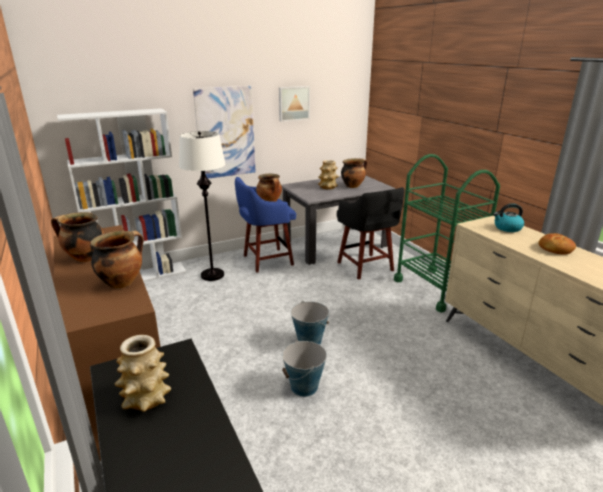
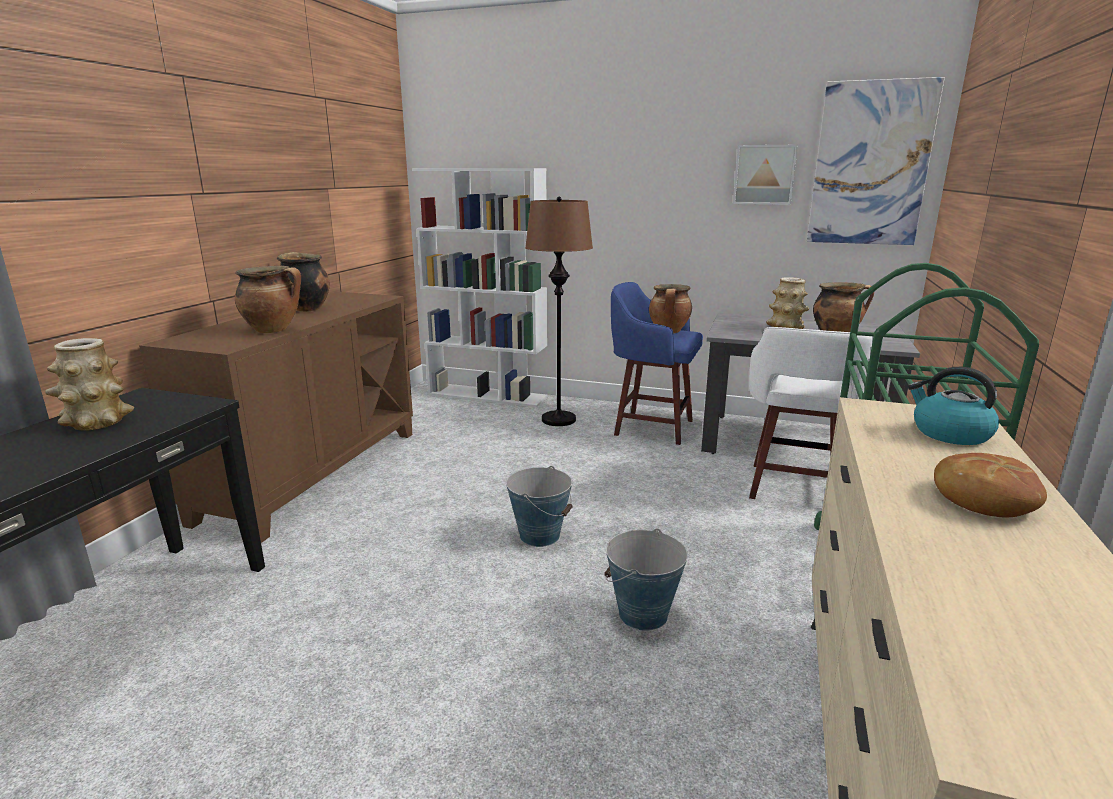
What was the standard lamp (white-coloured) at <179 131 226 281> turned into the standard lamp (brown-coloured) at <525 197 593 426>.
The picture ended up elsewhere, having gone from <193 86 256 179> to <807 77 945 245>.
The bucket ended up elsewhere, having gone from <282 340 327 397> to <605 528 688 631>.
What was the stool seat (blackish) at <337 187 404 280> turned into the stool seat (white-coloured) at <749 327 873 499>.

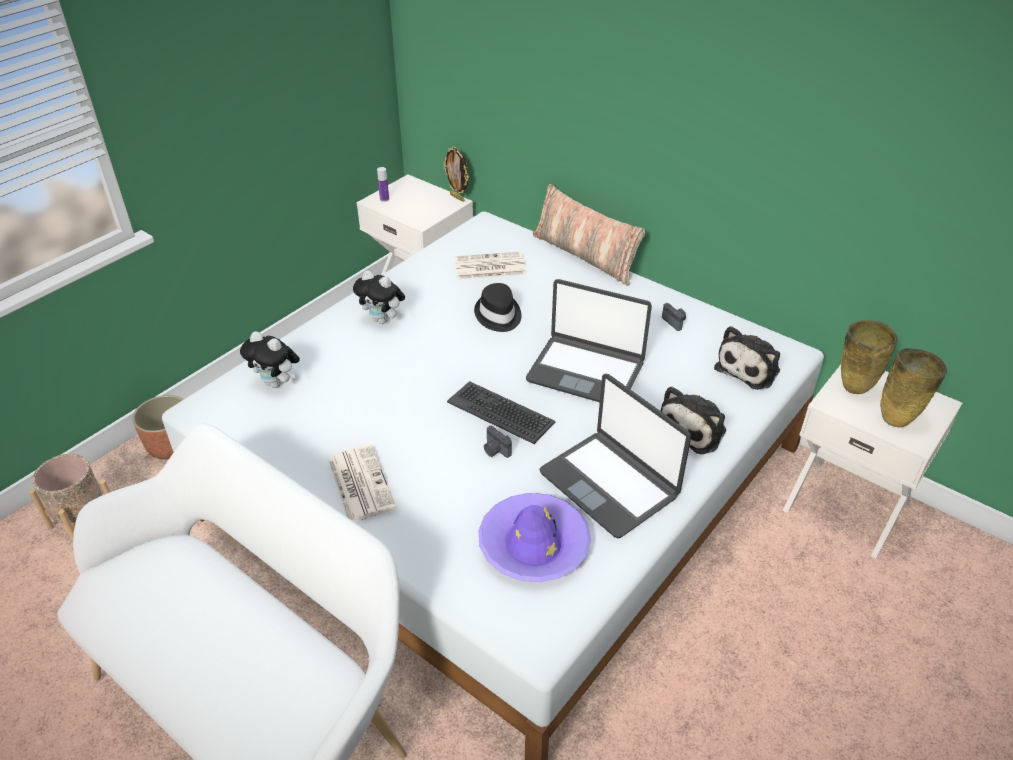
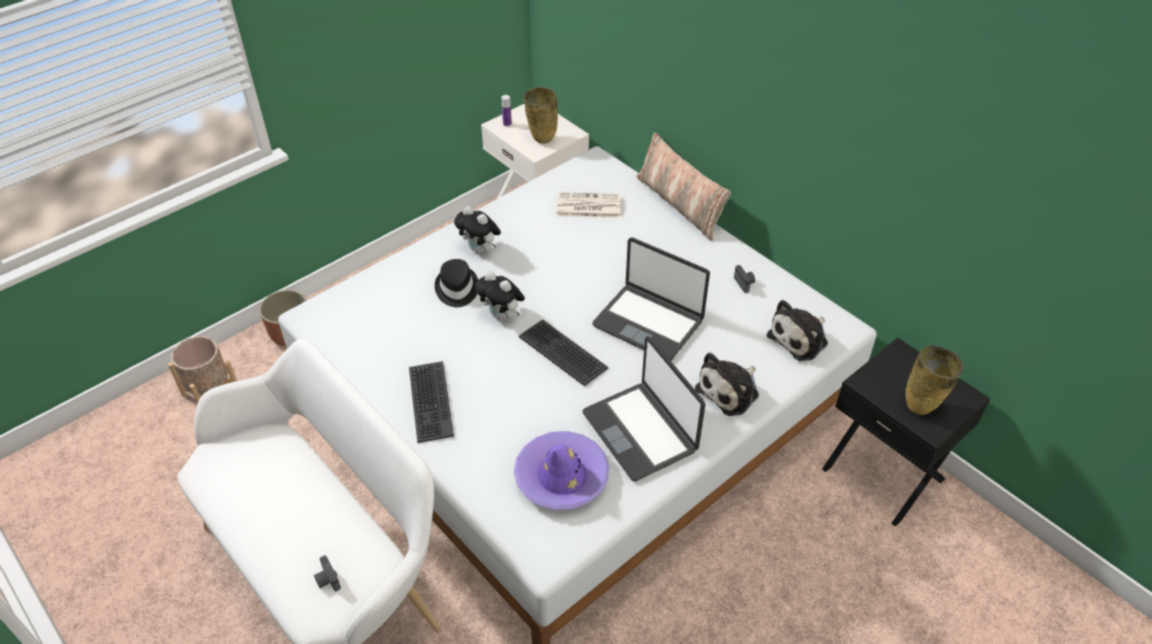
The soft toy ended up elsewhere, having gone from <240 331 300 388> to <475 271 525 321>.
Where the printed paper stood at <328 445 397 522>, the PC keyboard came to stand at <409 361 454 443>.
The second view lost the picture frame at <443 146 469 202>.
The clothing hat (blackish) ended up elsewhere, having gone from <474 283 521 332> to <435 259 478 307>.
The photo camera ended up elsewhere, having gone from <484 426 512 458> to <314 555 341 591>.
What was the night table (white-coloured) at <783 365 962 558> turned into the night table (blackish) at <822 338 990 527>.
The decorative vase (sand-coloured) ended up elsewhere, having gone from <841 320 898 394> to <523 87 558 144>.

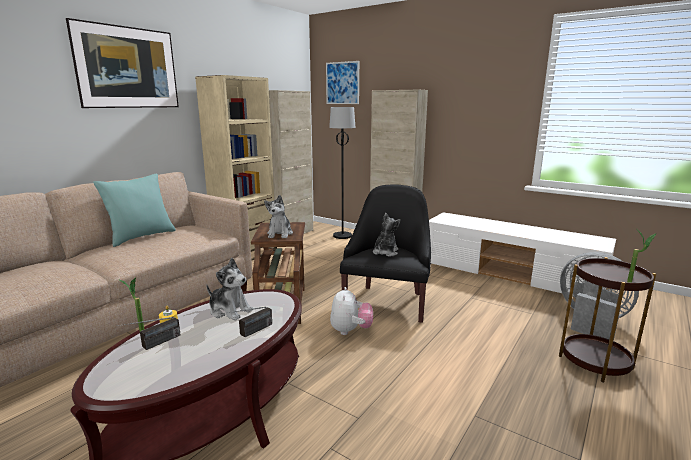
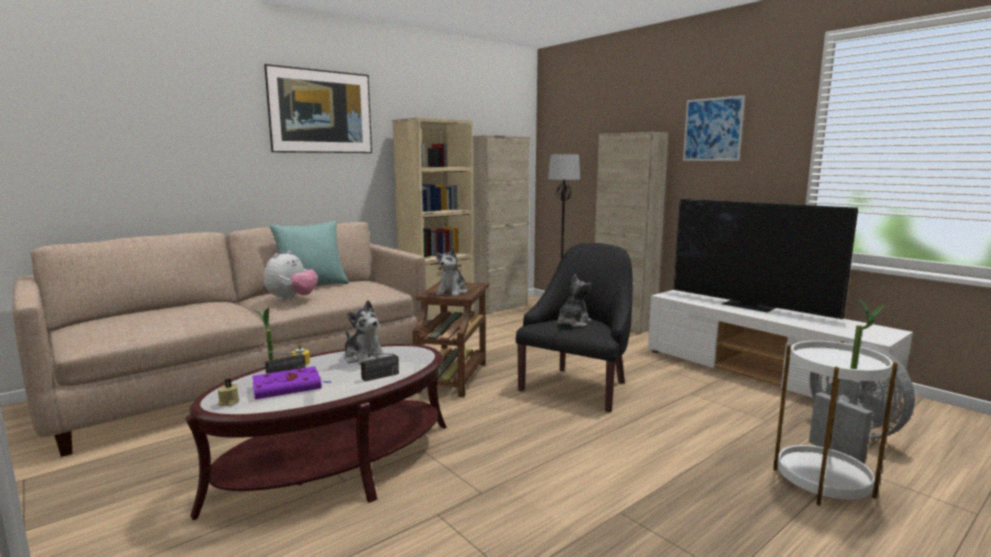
The picture ended up elsewhere, having gone from <326 61 359 104> to <683 95 745 161>.
The soft toy ended up elsewhere, having gone from <330 287 373 335> to <264 250 318 301>.
What was the accent table (brown-coloured) at <559 257 656 382> turned into the accent table (white-coloured) at <773 341 898 506>.
The second view gained the wax candle (sand-coloured) at <218 379 239 406>.
The second view gained the book (purple-coloured) at <252 366 331 399>.
The second view gained the television at <673 199 858 319>.

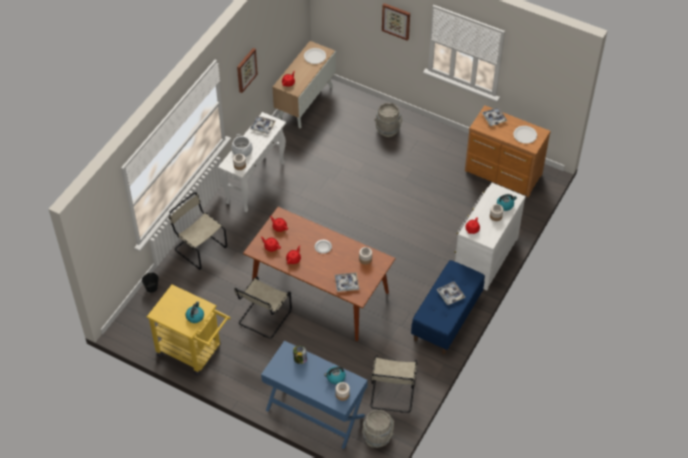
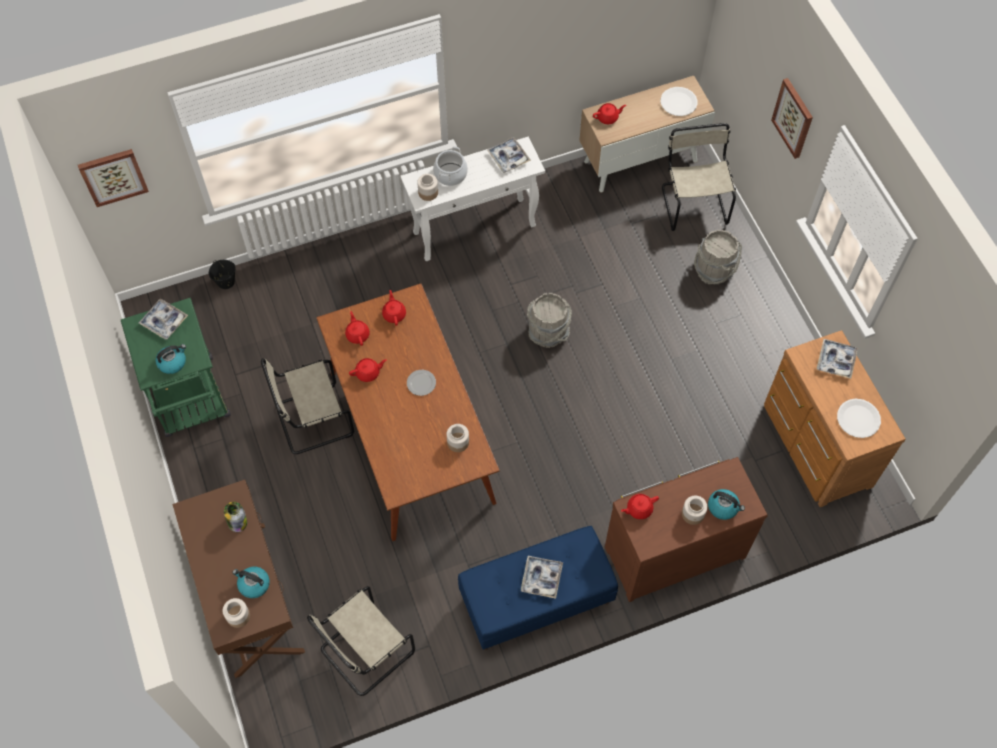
What was the trolley (yellow-coloured) at <146 285 231 376> turned into the trolley (green-coloured) at <120 298 231 437>.
The upright chair (sand-coloured) ended up elsewhere, having gone from <169 192 227 270> to <662 123 736 231>.
The picture ended up elsewhere, having gone from <237 48 258 93> to <78 149 149 207>.
What was the narrow table (blue-coloured) at <261 340 368 449> turned into the narrow table (brown-coloured) at <172 480 305 678>.
The serving tray ended up elsewhere, having gone from <335 272 359 292> to <139 299 188 340>.
The bucket (gray) ended up elsewhere, having gone from <362 410 394 448> to <527 293 572 348>.
What was the drawer chest (white-coloured) at <455 183 526 290> turned into the drawer chest (brown-coloured) at <605 457 768 602>.

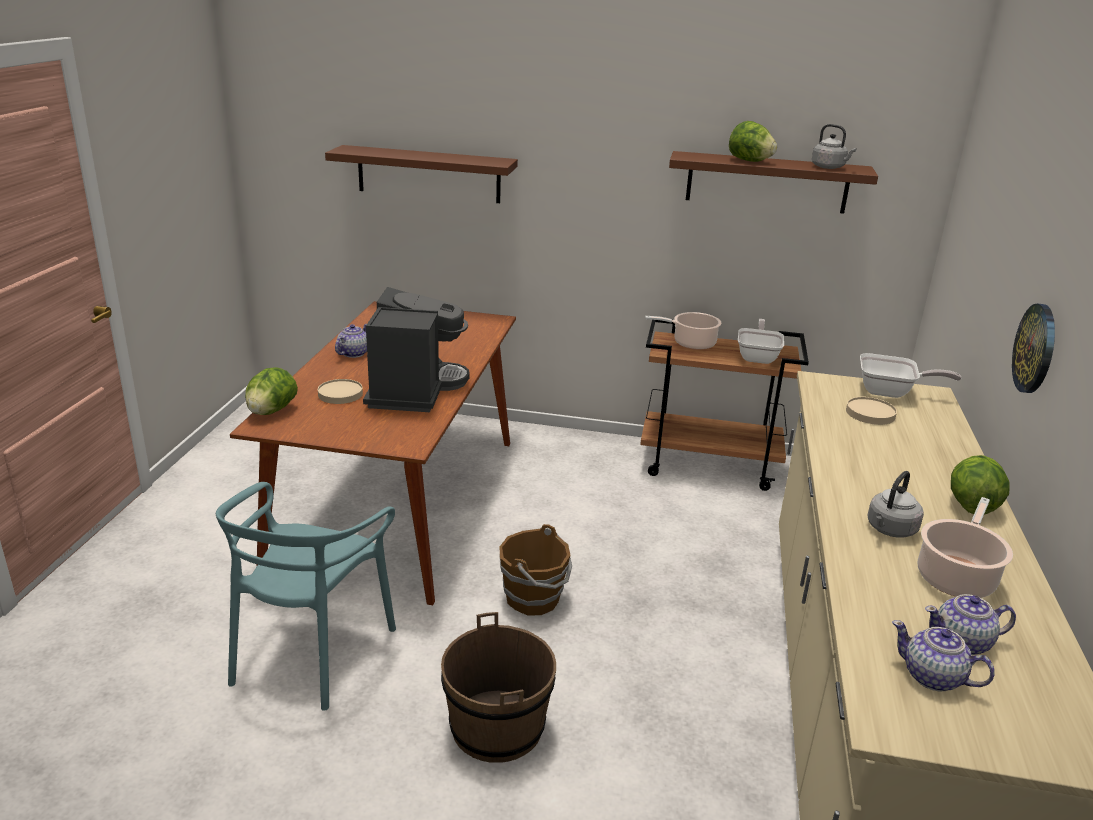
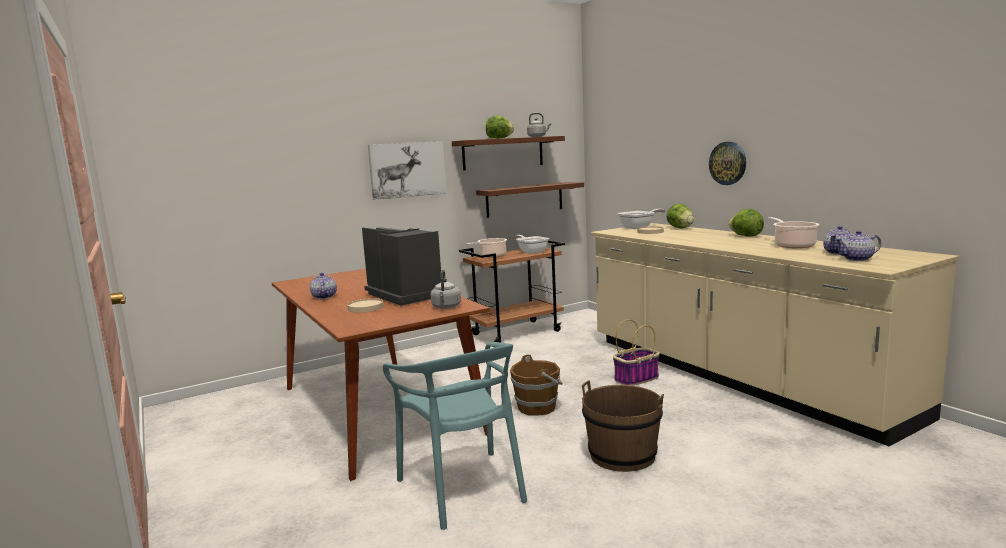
The lettuce ended up elsewhere, having gone from <245 367 298 415> to <666 203 694 229>.
The shelf (brown-coloured) ended up elsewhere, having gone from <325 145 518 203> to <476 182 584 218>.
The water kettle (gray) ended up elsewhere, having gone from <868 471 924 538> to <431 270 461 309>.
The second view gained the picture at <368 141 447 200>.
The second view gained the household basket at <613 319 660 386>.

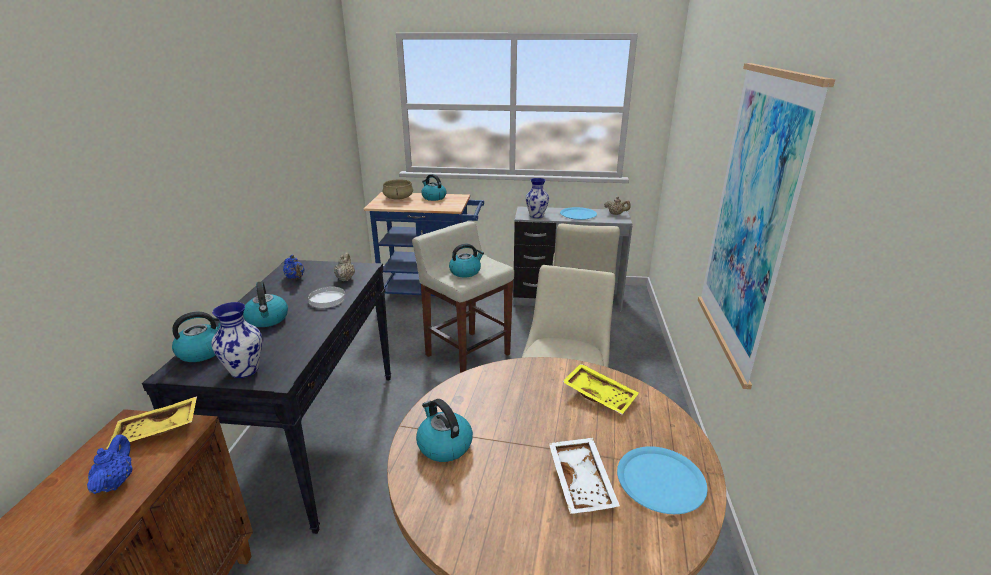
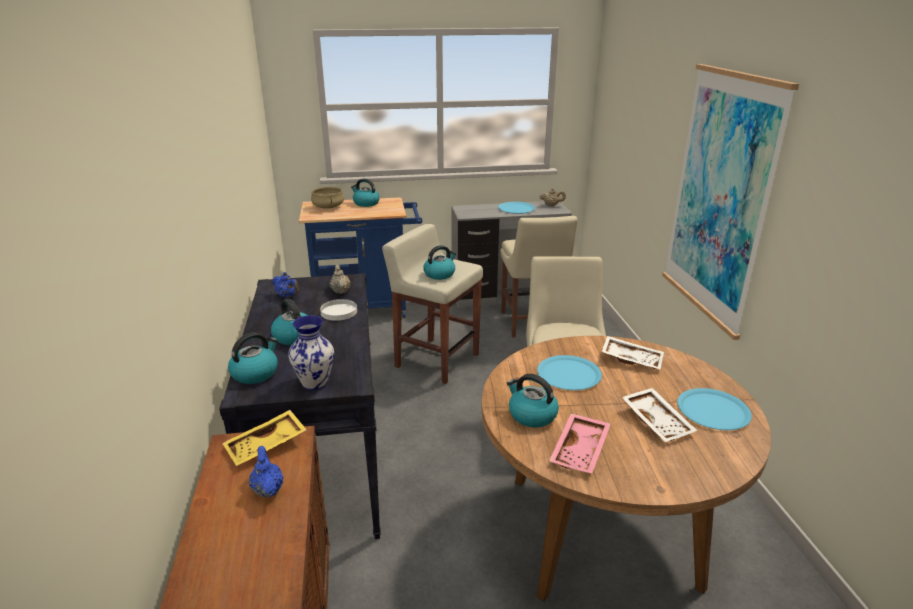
The second view lost the decorative vase at <526 178 549 218>.
What was the serving tray (yellow-coloured) at <562 363 639 415> turned into the serving tray (white-coloured) at <602 336 664 370>.
The second view gained the flat dish (blue-coloured) at <537 355 602 390>.
The second view gained the serving tray (pinkish) at <549 413 611 473>.

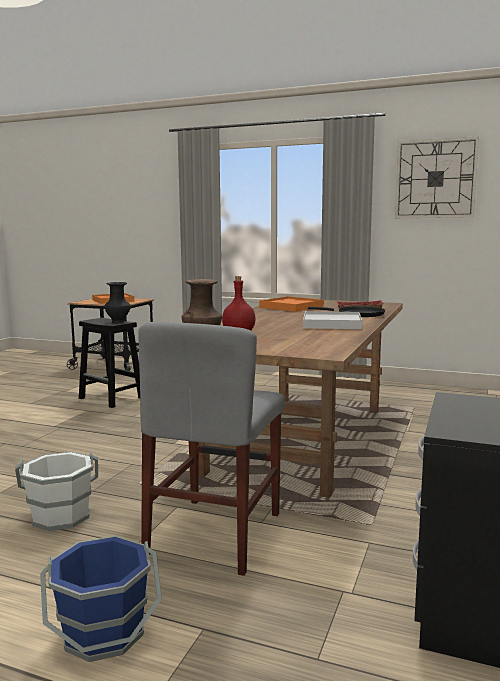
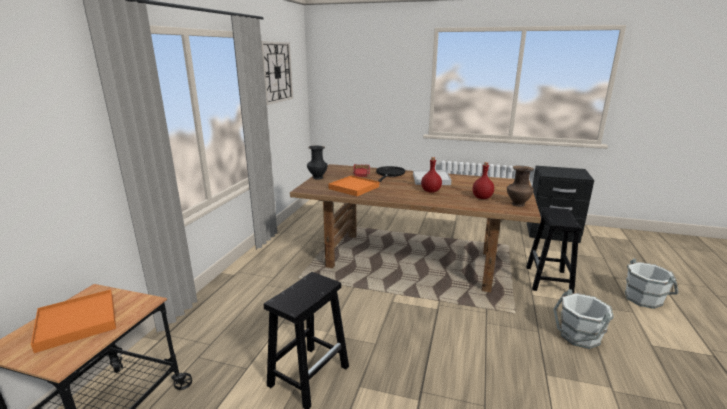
What was the bucket (blue-coloured) at <40 536 162 662> turned into the bucket (white-coloured) at <625 258 678 309>.
The decorative vase (blackish) ended up elsewhere, having gone from <104 282 131 323> to <307 145 328 180>.
Where the upright chair (gray) stood at <139 322 285 576>, the stool seat (blackish) came to stand at <526 207 582 293>.
The second view gained the beverage bottle (red) at <421 157 442 193>.

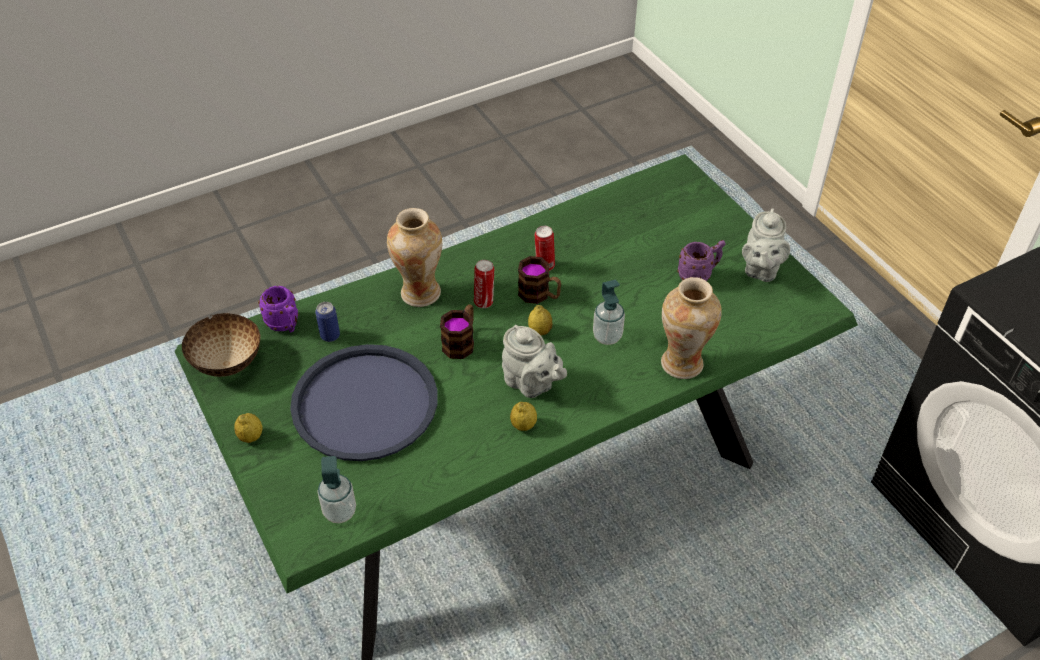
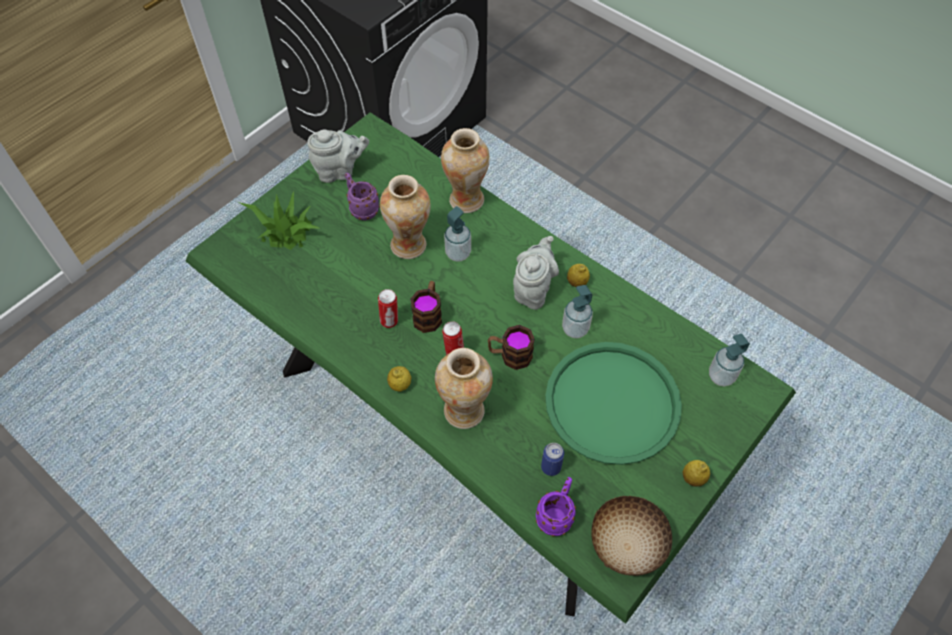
What was the serving tray (blue-coloured) at <290 344 438 461> turned into the serving tray (green-coloured) at <545 342 682 465>.
The citrus fruit ended up elsewhere, having gone from <528 305 552 335> to <387 366 411 392>.
The second view gained the plant in a pot at <238 192 321 250>.
The second view gained the decorative vase at <380 175 431 259>.
The second view gained the soap bottle at <562 285 593 338>.

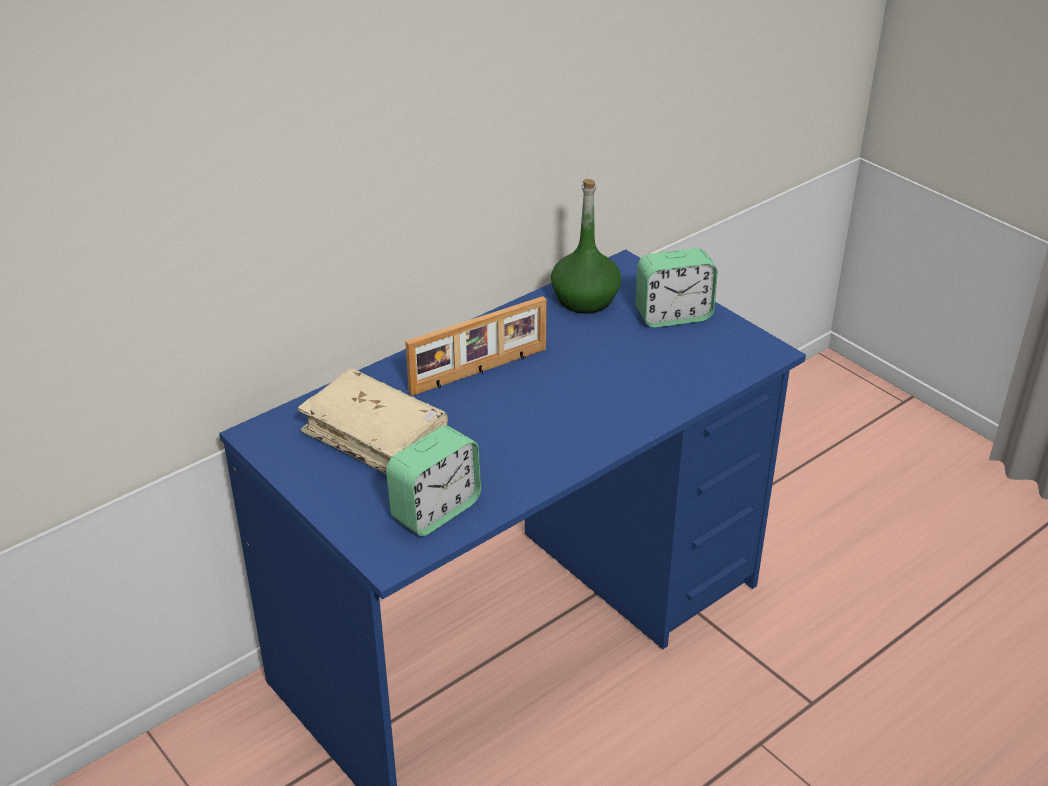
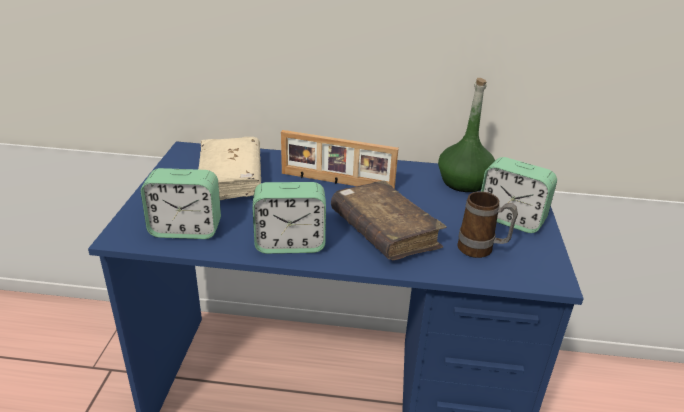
The second view gained the bedside clock at <253 182 326 254>.
The second view gained the book (brown-coloured) at <331 181 446 260>.
The second view gained the coffee mug at <457 192 518 258>.

